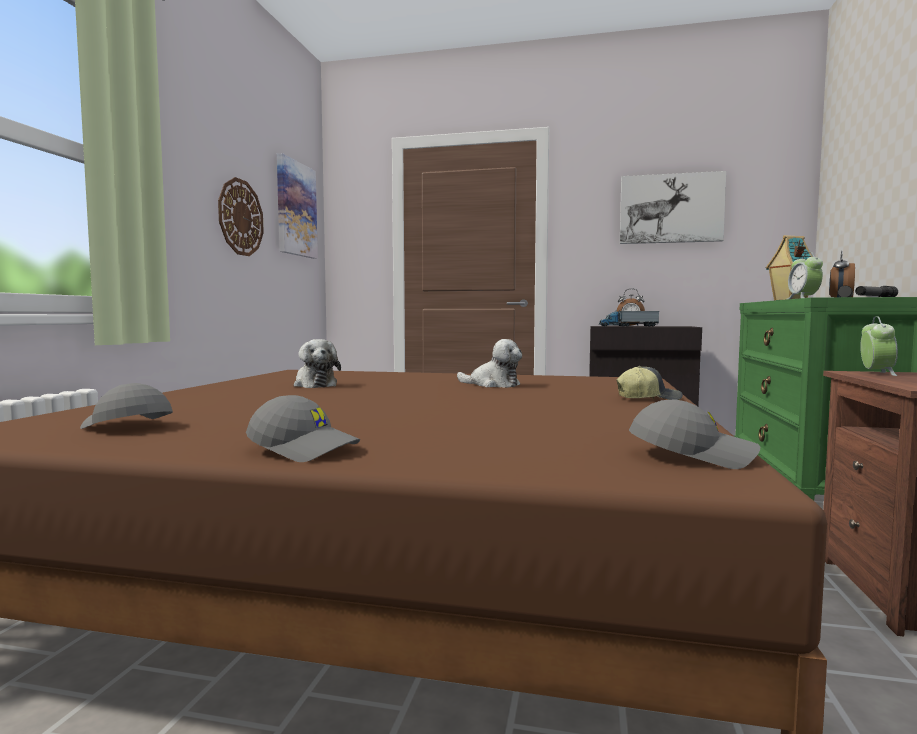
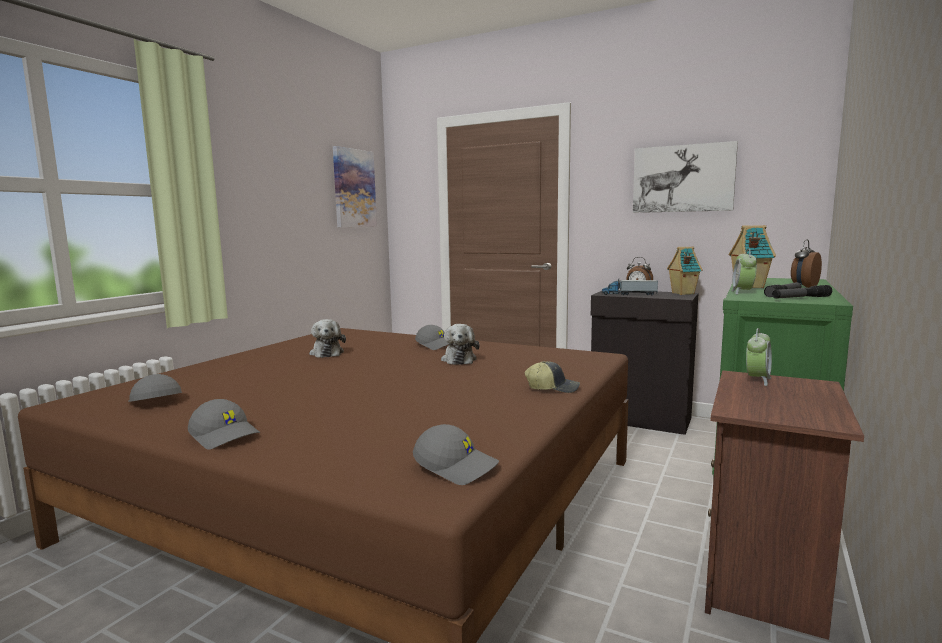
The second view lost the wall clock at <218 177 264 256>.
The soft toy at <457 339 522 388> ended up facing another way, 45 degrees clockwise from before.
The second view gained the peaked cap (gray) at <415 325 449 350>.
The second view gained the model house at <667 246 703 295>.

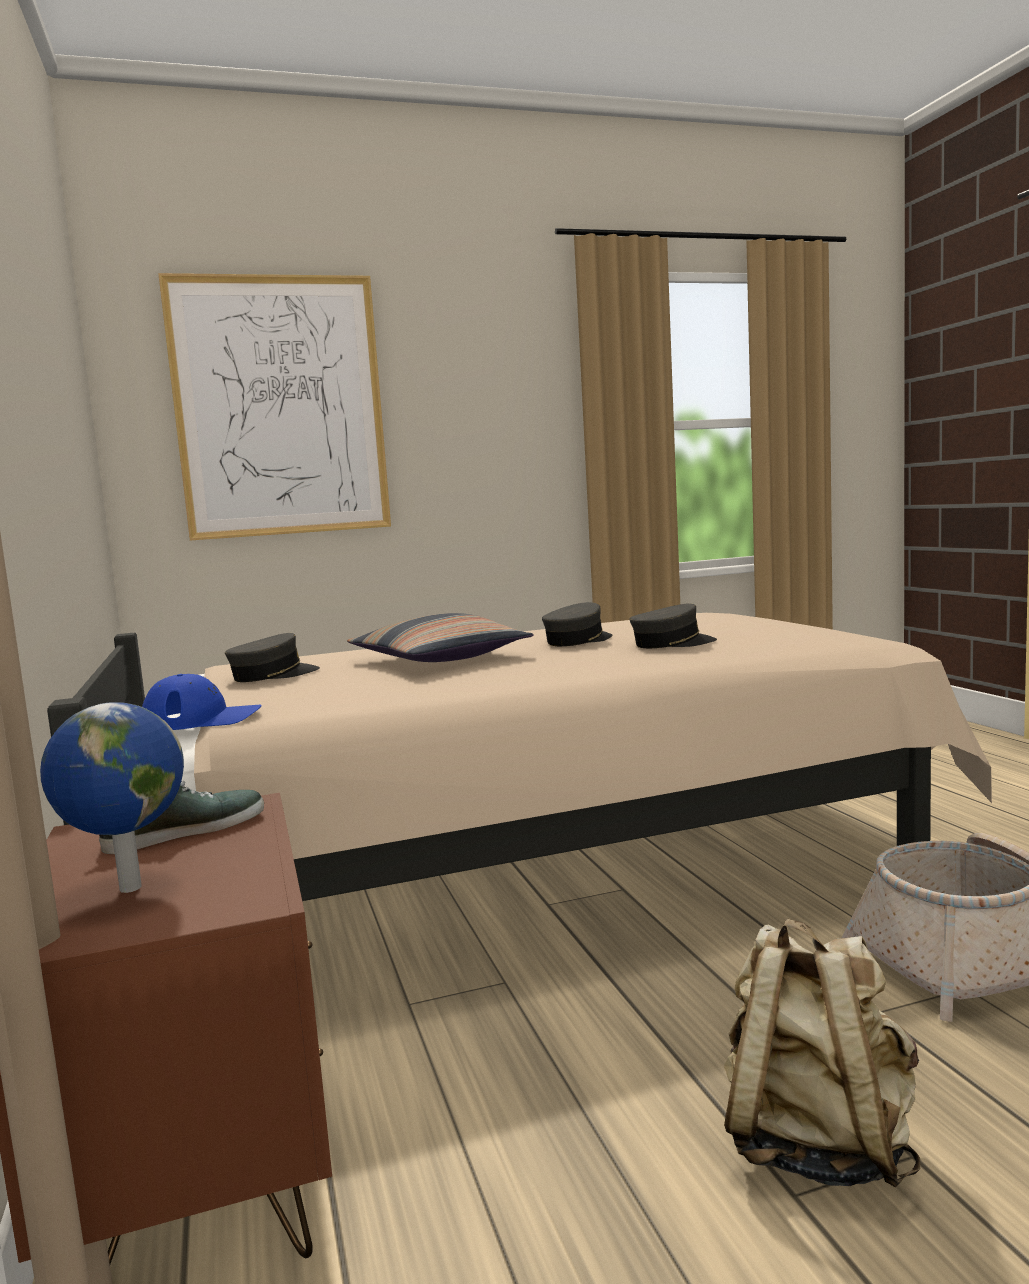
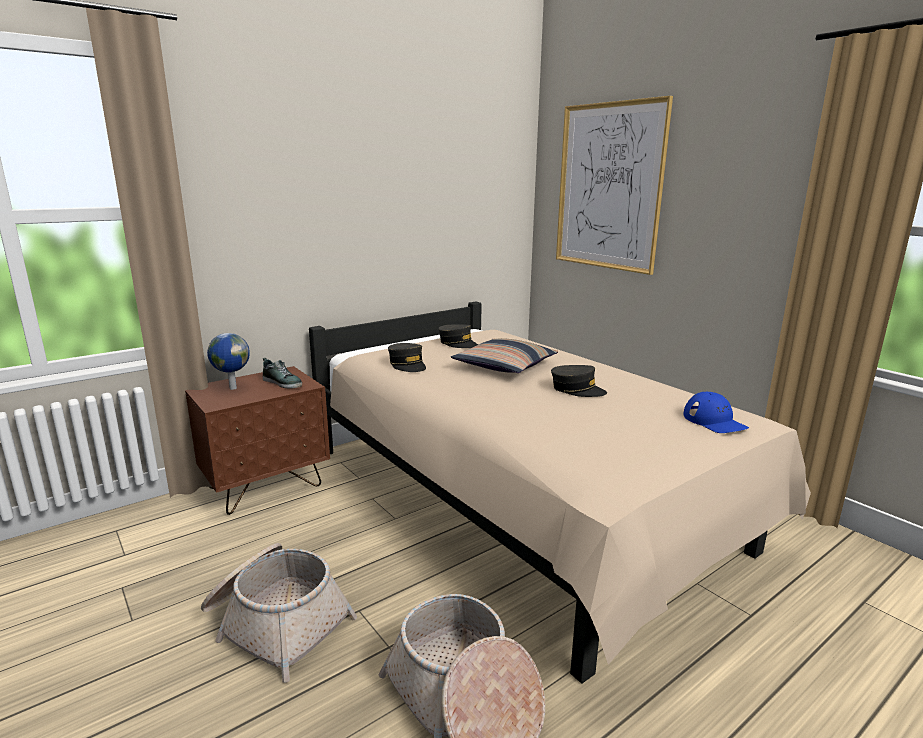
The peaked cap (blue-coloured) ended up elsewhere, having gone from <142 674 262 730> to <683 392 749 433>.
The peaked cap (gray) ended up elsewhere, having gone from <630 603 717 648> to <388 343 426 372>.
Where the backpack (sand-coloured) stood at <724 918 920 1187>, the household basket came to stand at <201 543 357 683>.

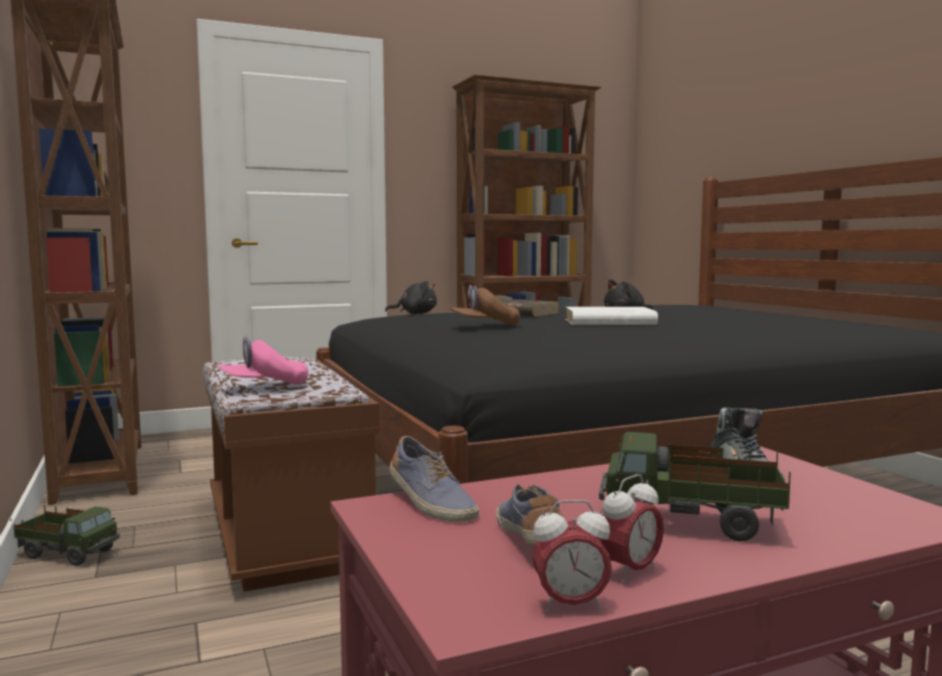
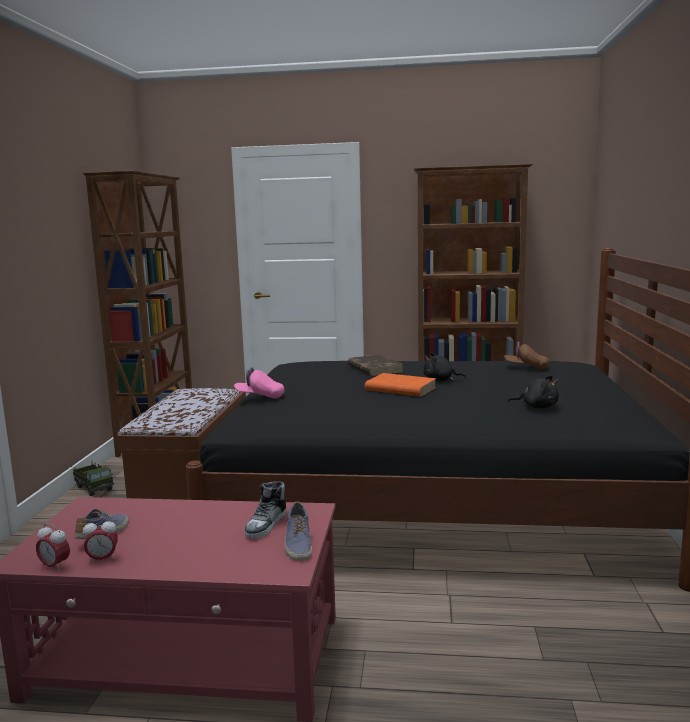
The peaked cap (pinkish) ended up elsewhere, having gone from <218 336 308 385> to <234 367 285 399>.
The soft toy (blackish) ended up elsewhere, having gone from <385 281 437 314> to <508 375 559 408>.
The shoe ended up elsewhere, having gone from <389 436 479 522> to <285 502 312 561>.
The peaked cap (brown-coloured) ended up elsewhere, having gone from <450 285 520 326> to <504 342 550 369>.
What was the book (white-coloured) at <565 307 658 325> turned into the book (orange) at <365 373 437 397>.
The second view lost the toy truck at <599 432 790 541>.

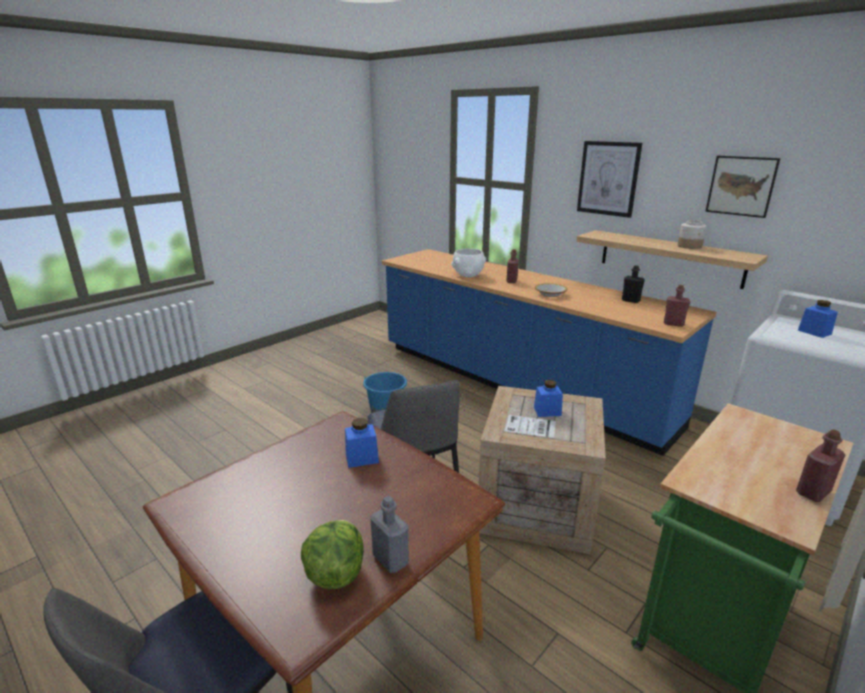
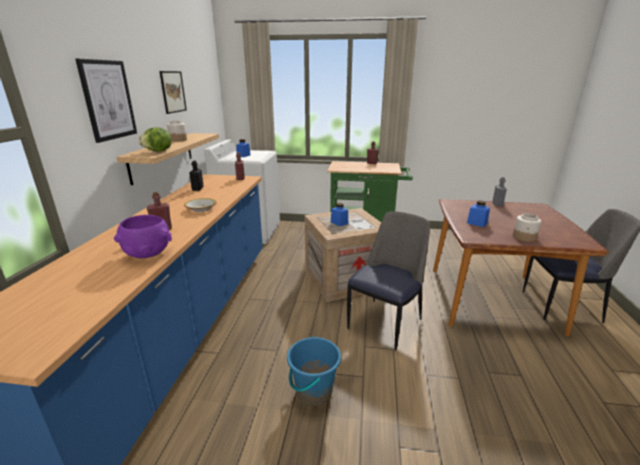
The lettuce ended up elsewhere, having gone from <301 520 364 589> to <138 127 172 152>.
What was the bowl (white-coloured) at <451 248 487 277> turned into the bowl (purple-coloured) at <114 215 172 258>.
The second view gained the jar at <513 213 541 242>.

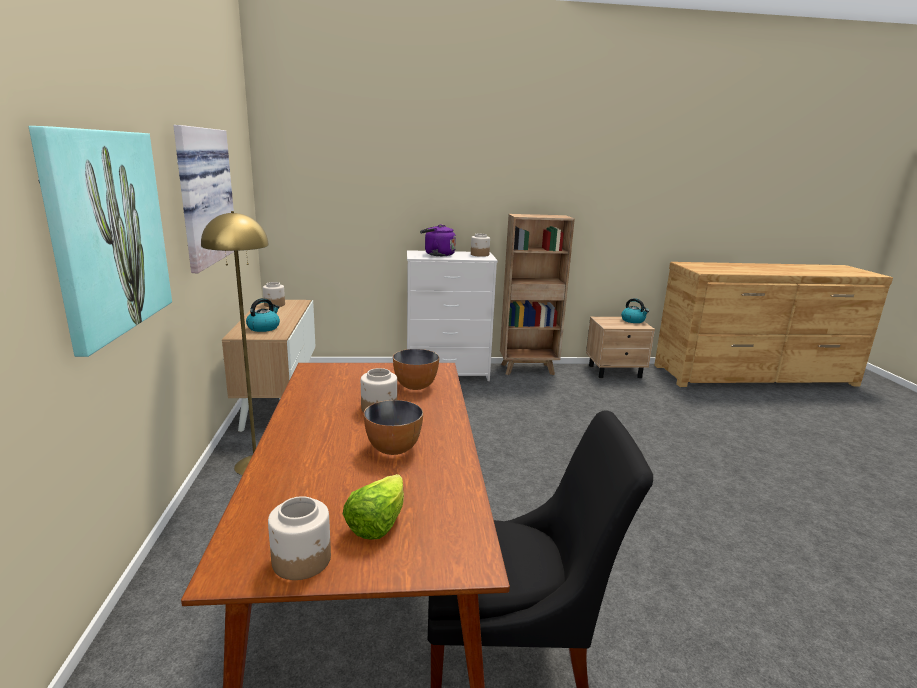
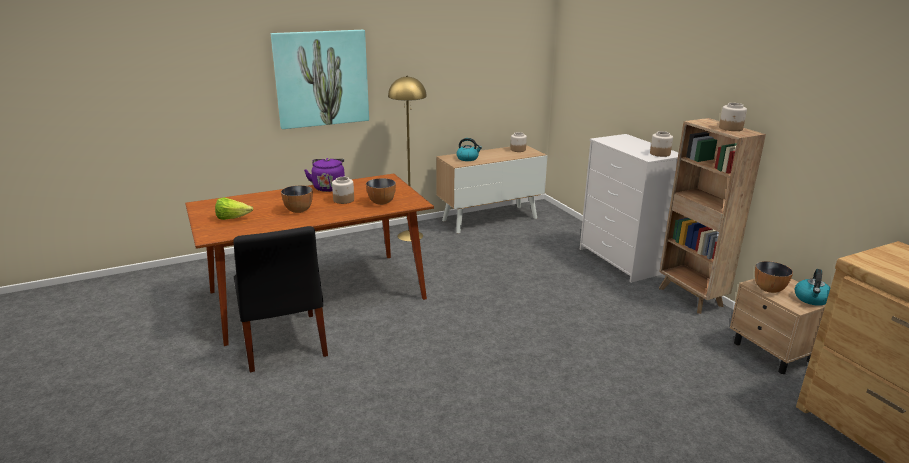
The second view lost the picture at <173 125 234 273>.
The jar ended up elsewhere, having gone from <268 496 331 580> to <719 103 747 131>.
The water kettle (purple-coloured) ended up elsewhere, having gone from <420 224 456 256> to <304 158 345 192>.
The second view gained the bowl at <755 261 793 293>.

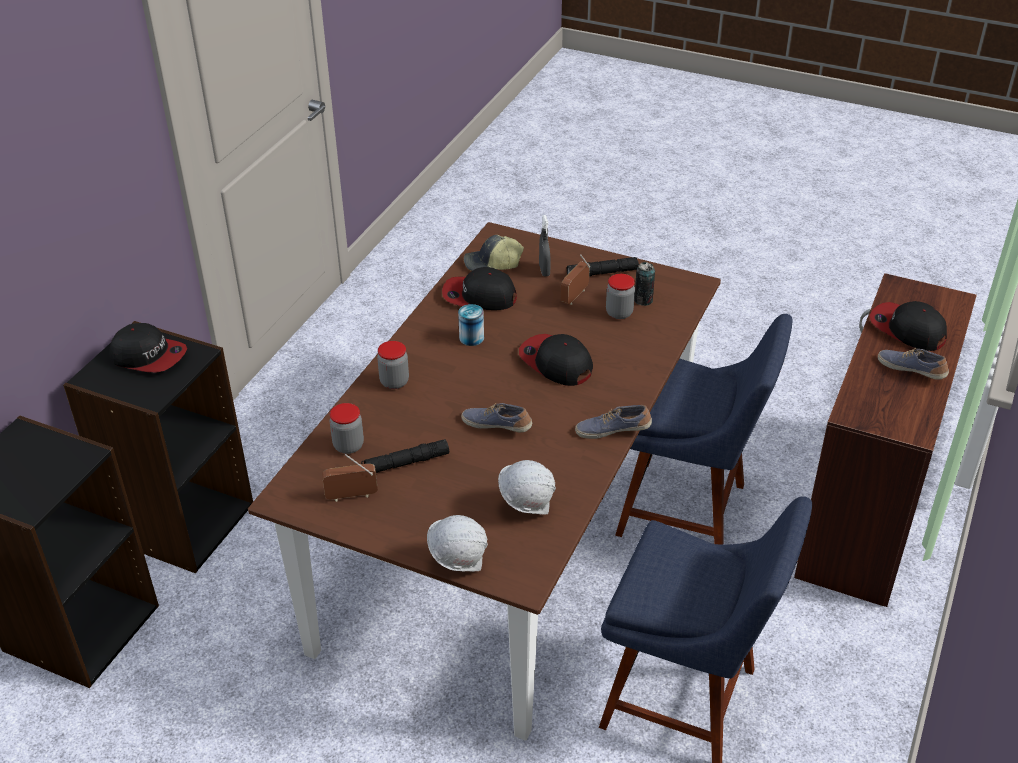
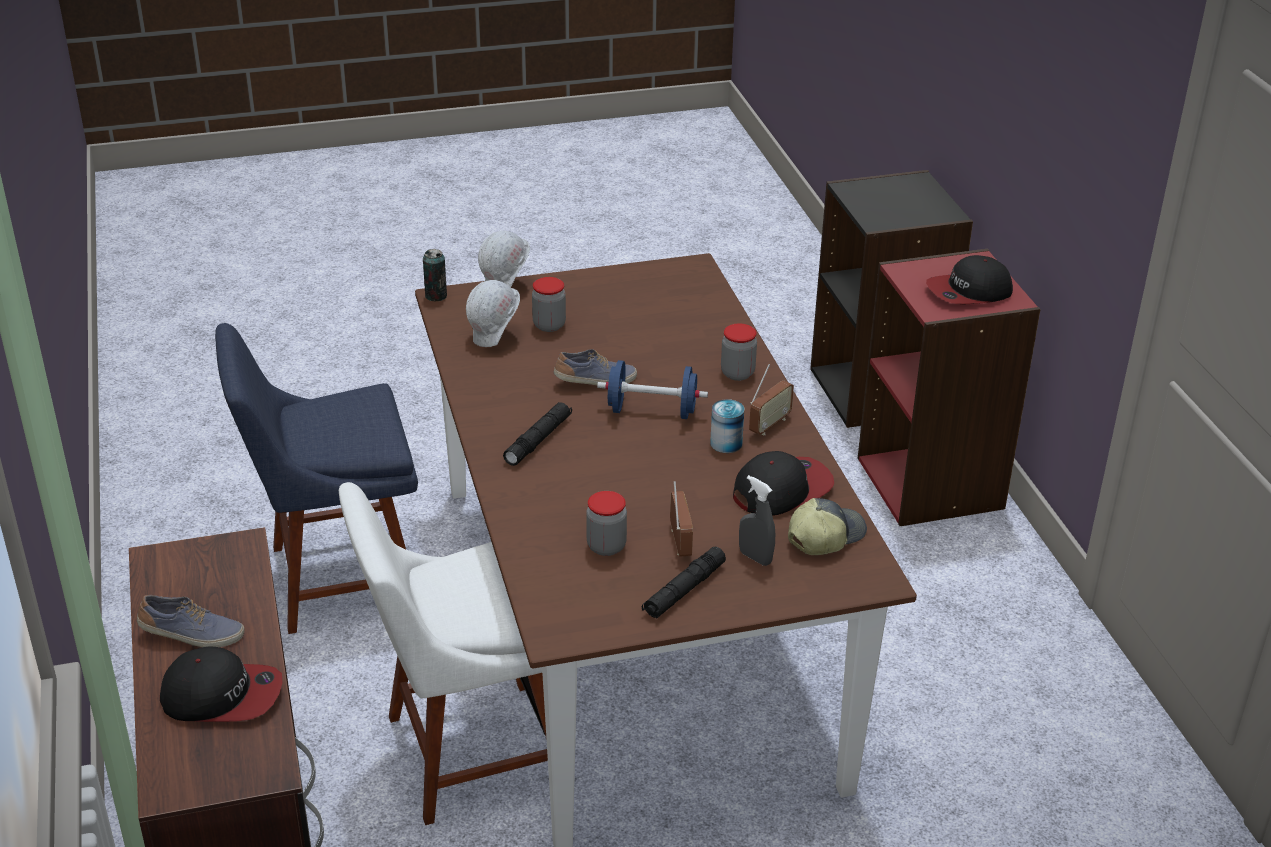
What was the bookcase (blackish) at <63 321 253 573> turned into the bookcase (red) at <857 249 1041 526>.
The radio receiver ended up elsewhere, having gone from <322 454 378 502> to <749 364 794 435>.
The jar ended up elsewhere, having gone from <330 403 364 454> to <532 277 566 332>.
The hand torch (blackish) ended up elsewhere, having gone from <361 439 449 473> to <503 402 572 466>.
The second view lost the peaked cap at <519 334 593 386>.
The second view lost the shoe at <575 405 652 439>.
What was the upright chair (blue-coloured) at <615 314 793 545> turned into the upright chair (white-coloured) at <339 482 548 825>.
The metal can ended up elsewhere, having gone from <634 262 655 306> to <423 249 447 301>.
The second view gained the free weight (blue-coloured) at <597 360 708 419>.

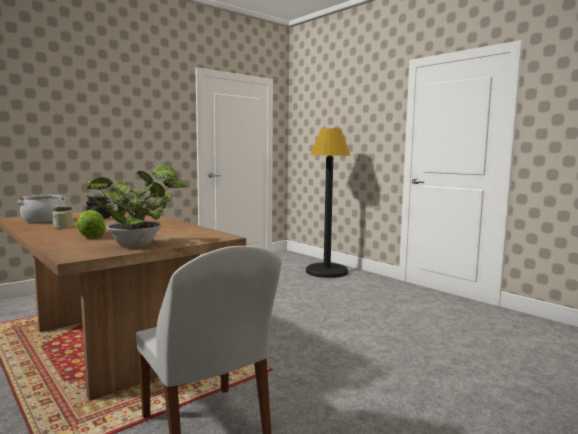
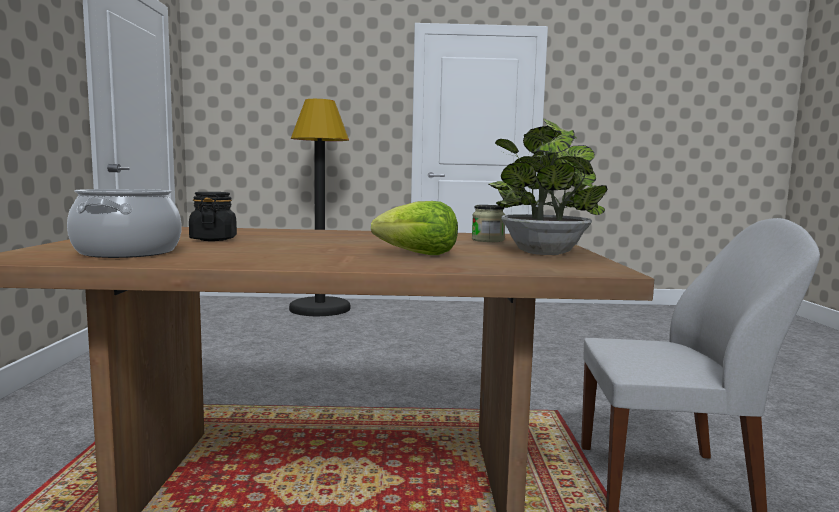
The jar ended up elsewhere, having gone from <52 207 74 229> to <472 205 505 242>.

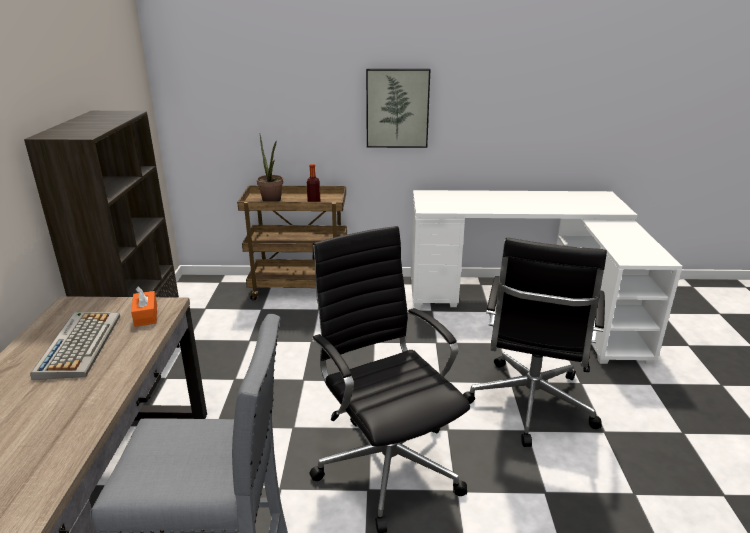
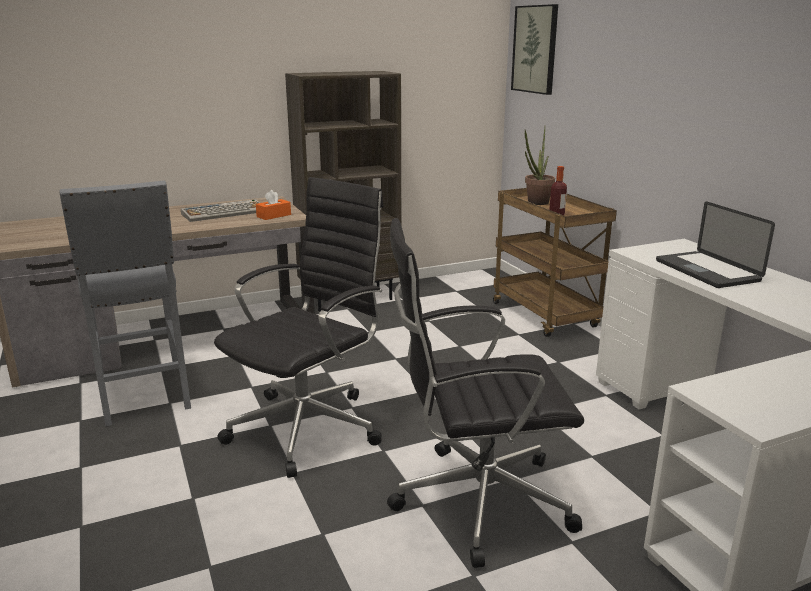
The picture ended up elsewhere, having gone from <366 68 431 148> to <511 4 558 95>.
The second view gained the portable computer at <656 201 775 288>.

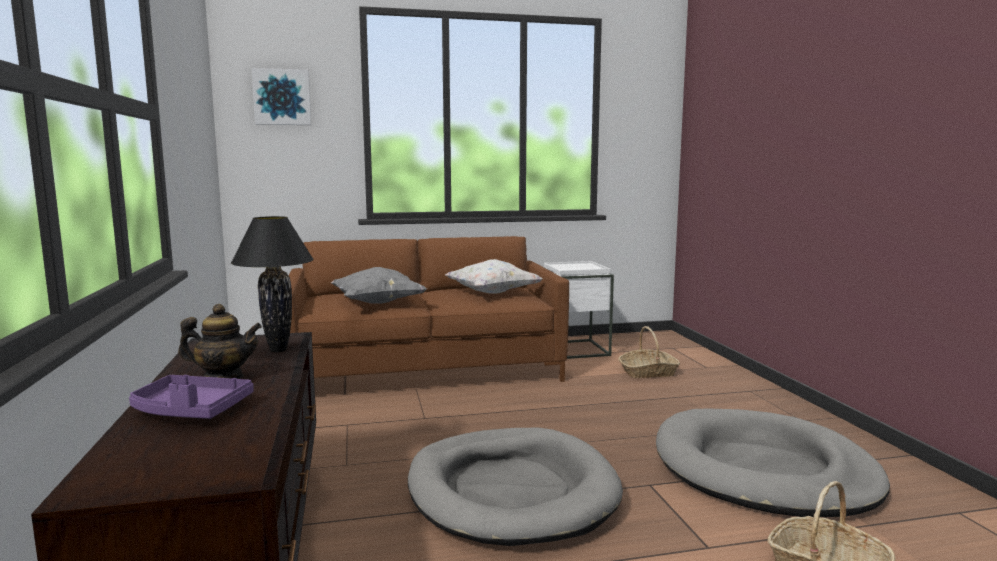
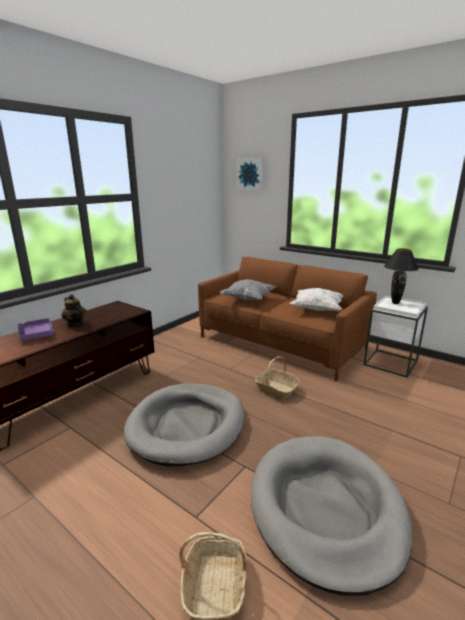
The tabletop lamp (blackish) ended up elsewhere, having gone from <231 216 314 352> to <384 248 419 304>.
The household basket ended up elsewhere, having gone from <618 326 680 378> to <255 356 299 399>.

